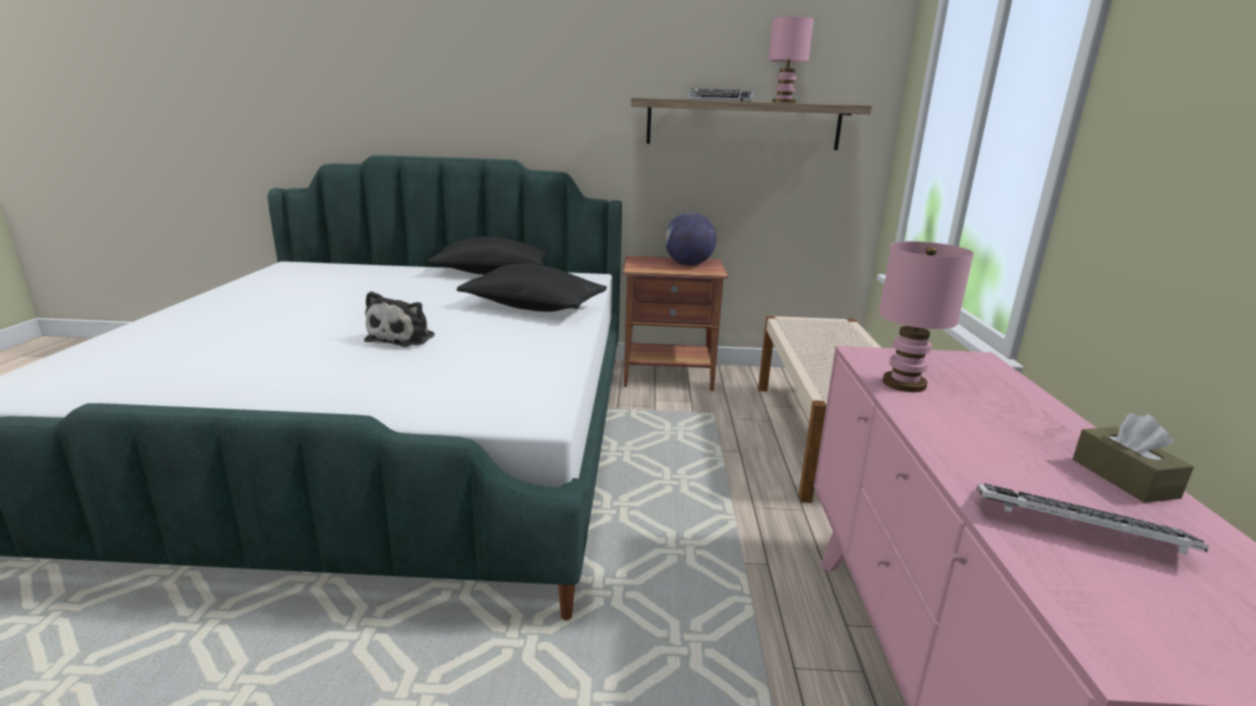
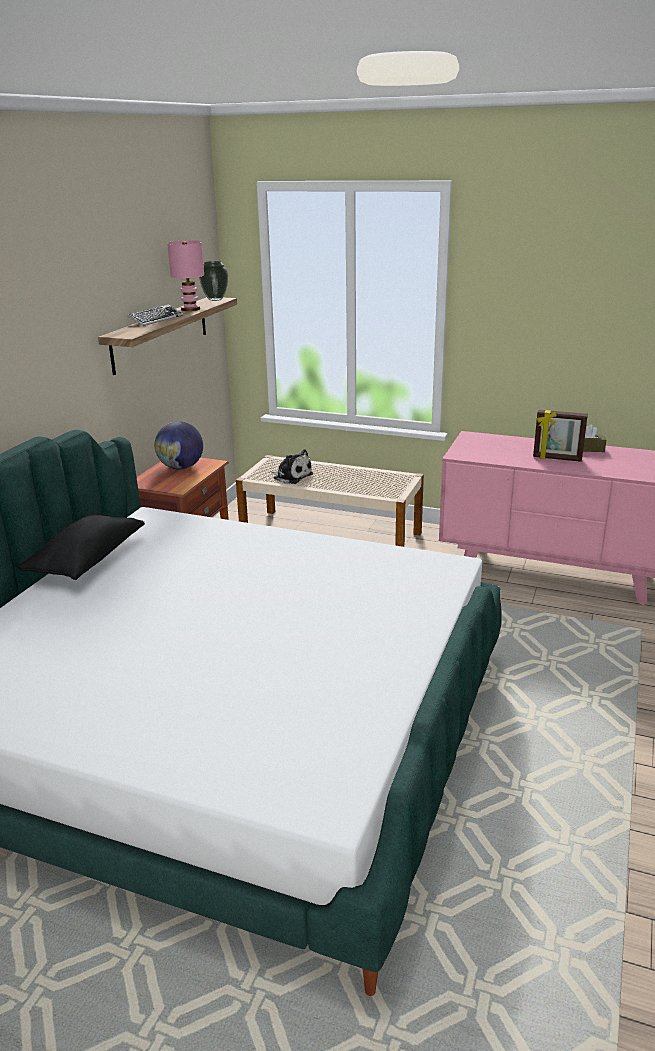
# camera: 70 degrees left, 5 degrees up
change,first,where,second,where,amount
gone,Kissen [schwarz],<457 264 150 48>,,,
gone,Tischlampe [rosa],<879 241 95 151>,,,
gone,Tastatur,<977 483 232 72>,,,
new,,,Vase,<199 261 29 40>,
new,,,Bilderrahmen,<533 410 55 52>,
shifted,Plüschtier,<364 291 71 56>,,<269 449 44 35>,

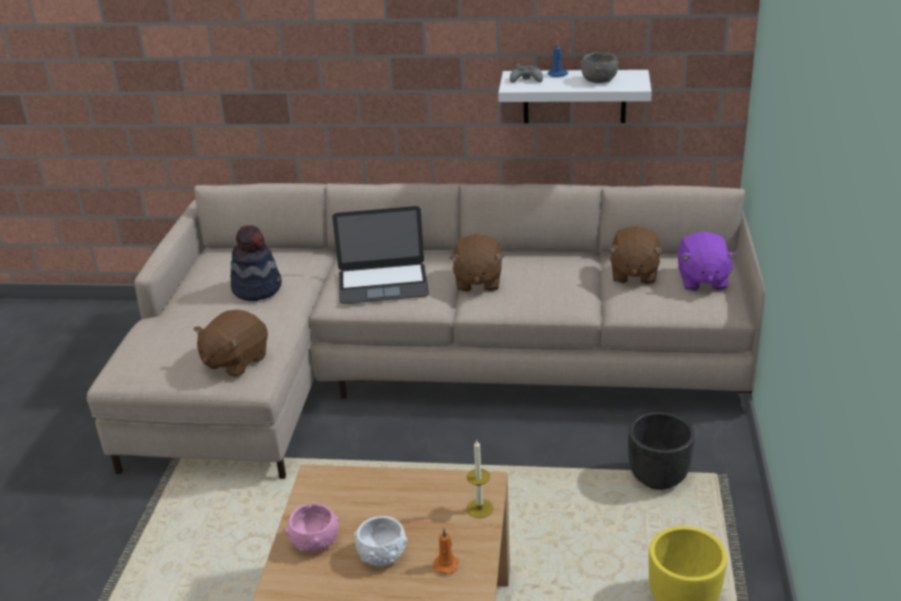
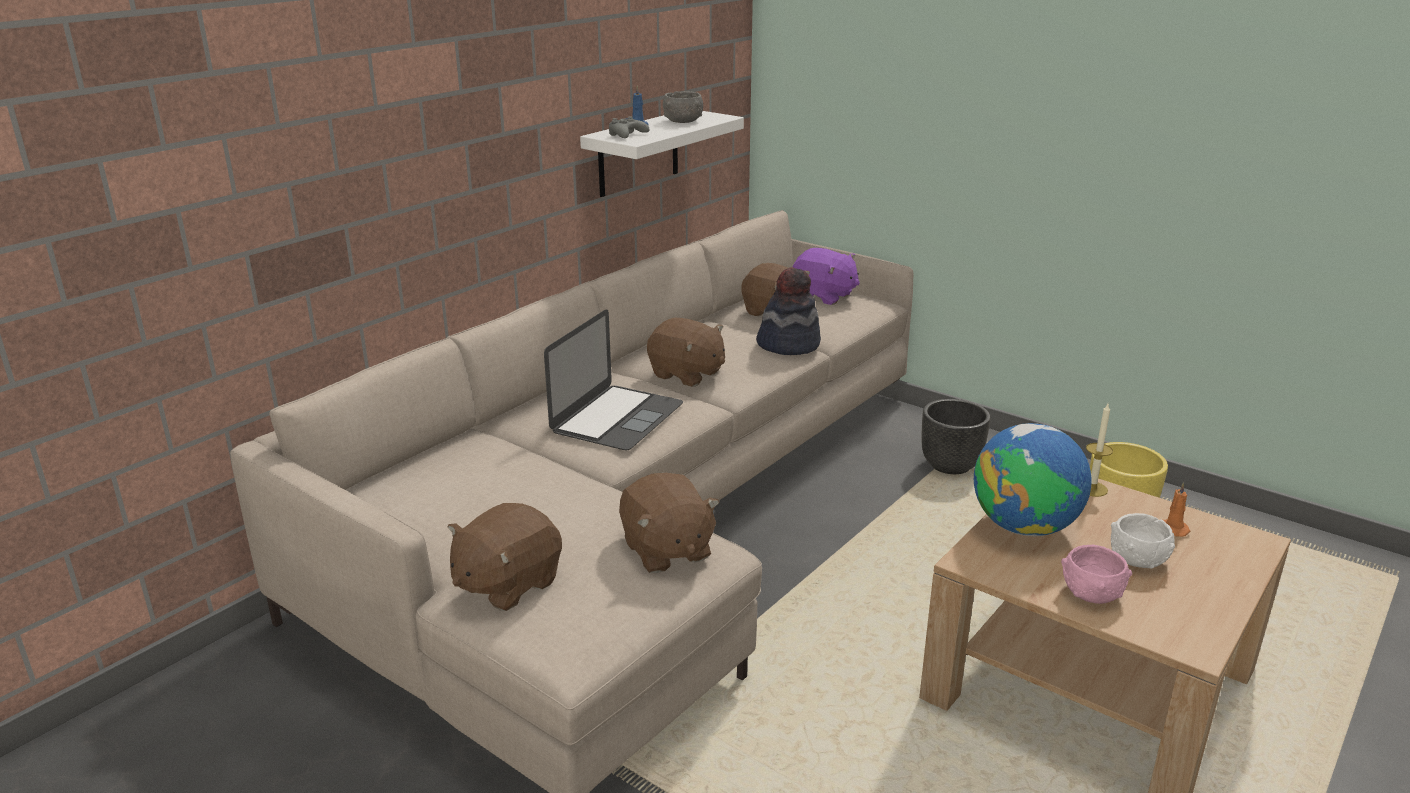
# camera: 60 degrees left, 5 degrees down
change,first,where,second,where,amount
new,,,Plüschtier [braun],<447 503 115 108>,
new,,,Globus,<974 423 118 113>,
shifted,Hut,<230 225 52 76>,,<756 267 65 88>,

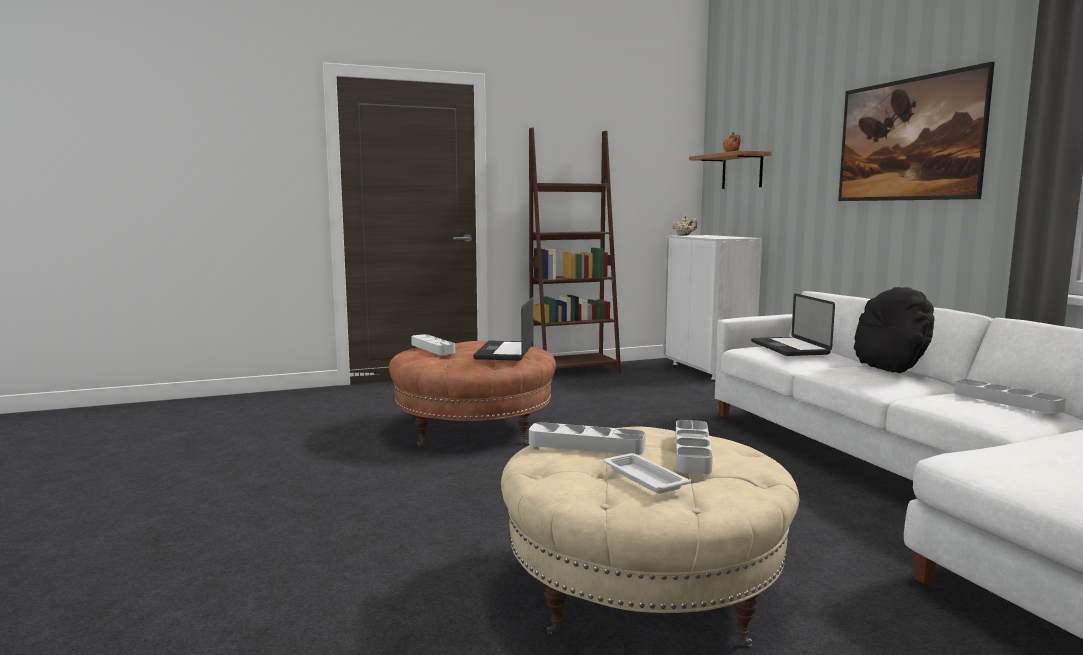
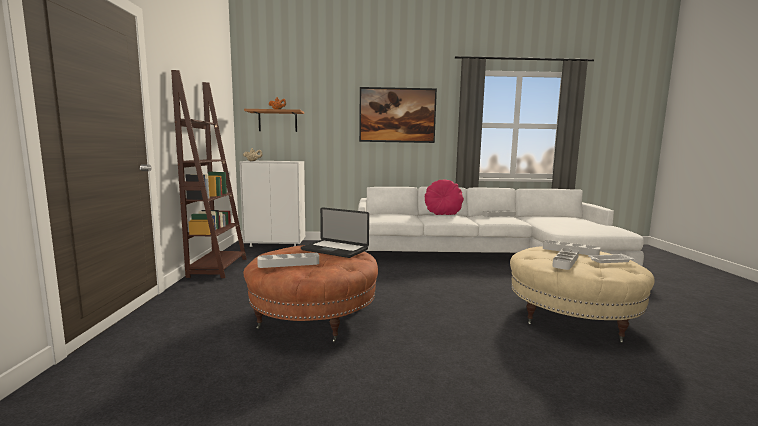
# camera: 70 degrees left, 0 degrees up
change,first,where,second,where,amount
gone,Laptop,<751 293 84 63>,,,
repainted,Kissen [schwarz],<854 287 81 86>,Kissen [rosa],<425 179 39 36>,

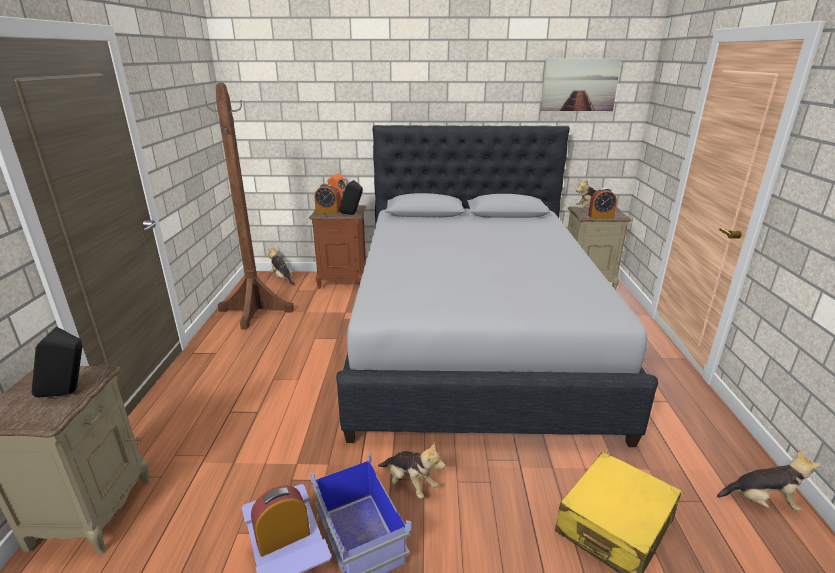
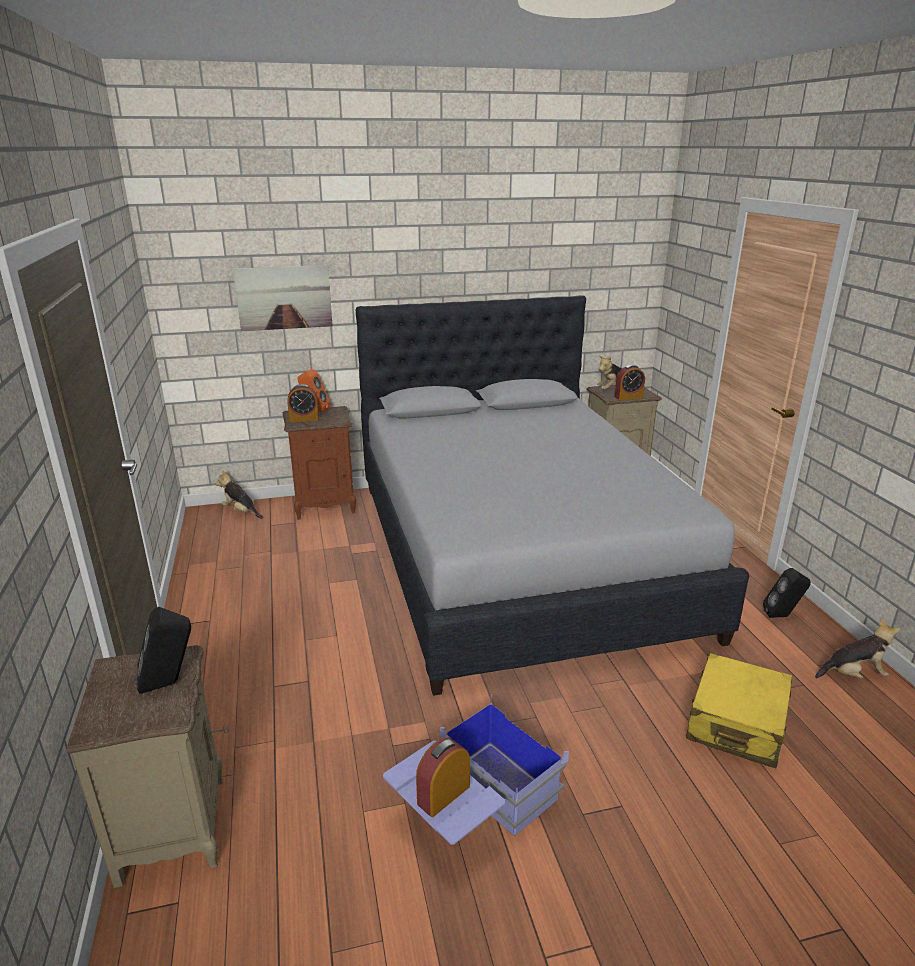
# camera: 15 degrees left, 0 degrees up
change,first,where,second,where,amount
gone,Kleiderständer [braun],<205 83 89 246>,,,
gone,Plüschtier,<378 442 67 56>,,,
shifted,Lautsprecher [schwarz],<339 180 24 35>,,<763 568 48 50>,
shifted,Bild,<540 59 81 52>,,<233 265 100 66>,

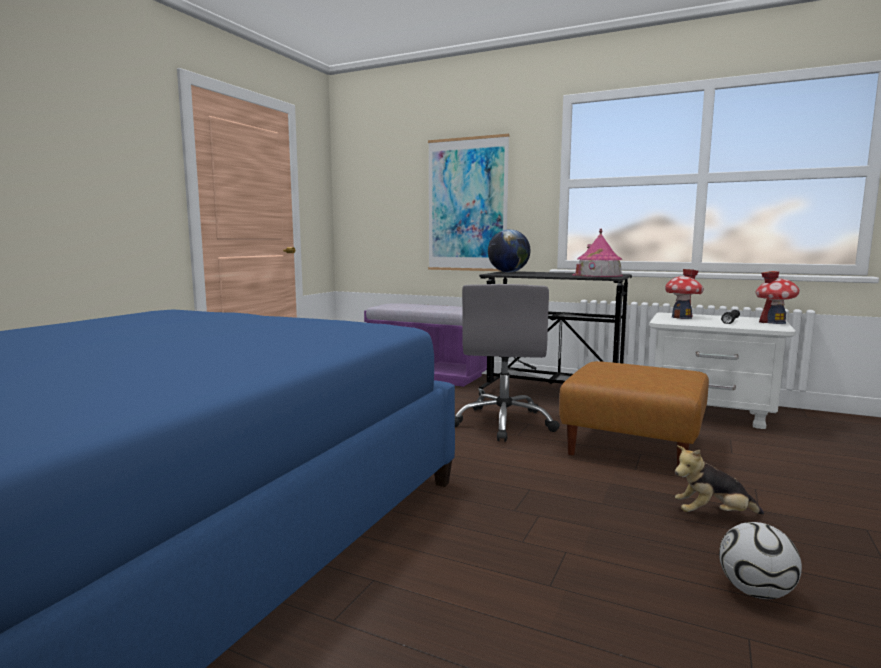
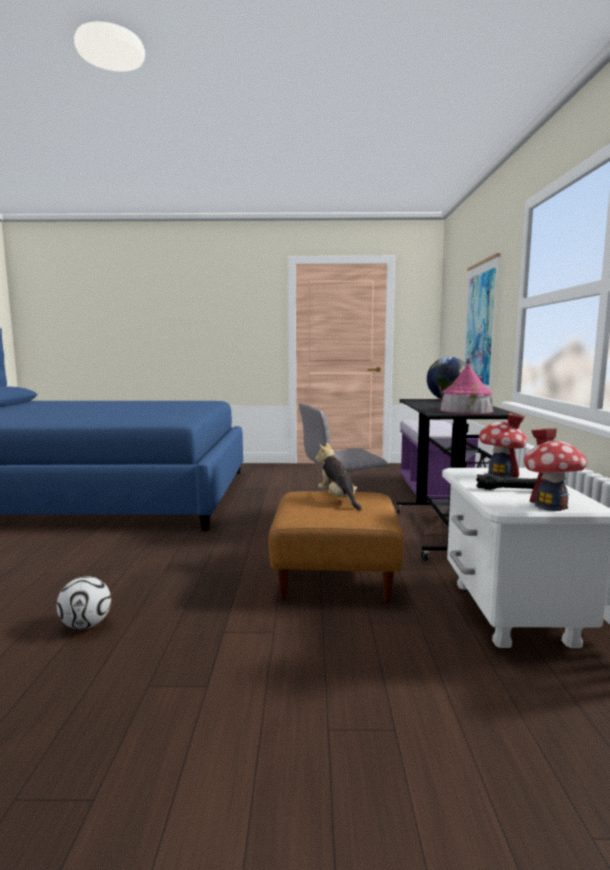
# camera: 65 degrees right, 0 degrees up
change,first,where,second,where,amount
shifted,Plüschtier,<675 445 89 69>,,<315 442 47 68>,

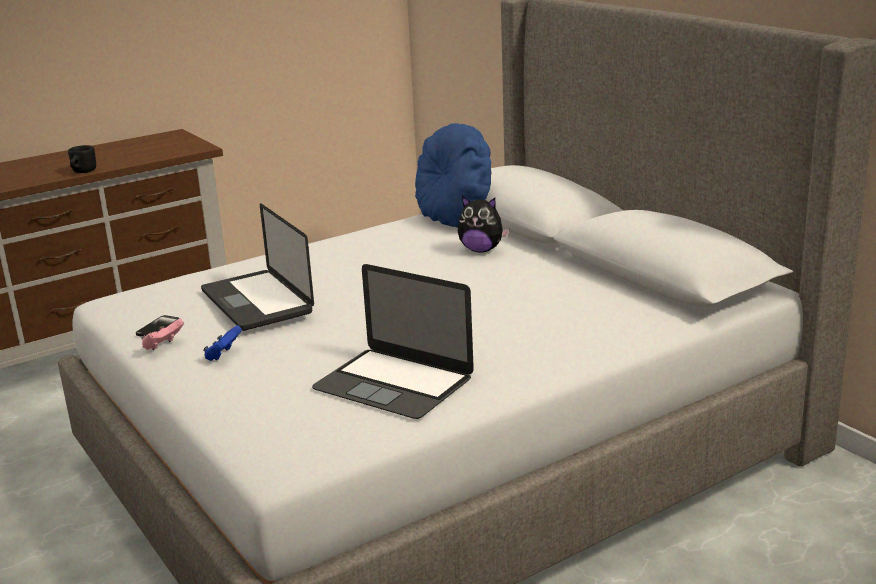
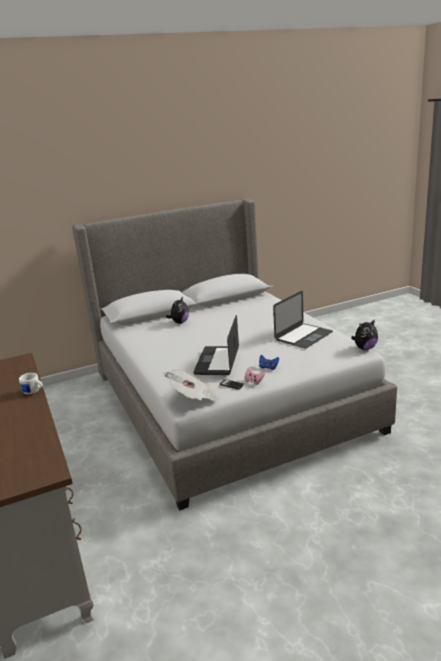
# camera: 80 degrees left, 0 degrees up
change,first,where,second,where,amount
gone,Kissen [blau],<415 123 76 105>,,,
new,,,Zeitung,<163 370 55 30>,
new,,,Plüschtier,<351 319 27 31>,
repainted,Henkelbecher [schwarz],<68 145 28 28>,Henkelbecher [weiß],<19 373 24 21>,
rotated,Laptop,<201 203 113 128>,,<193 315 46 60>,120 degrees clockwise

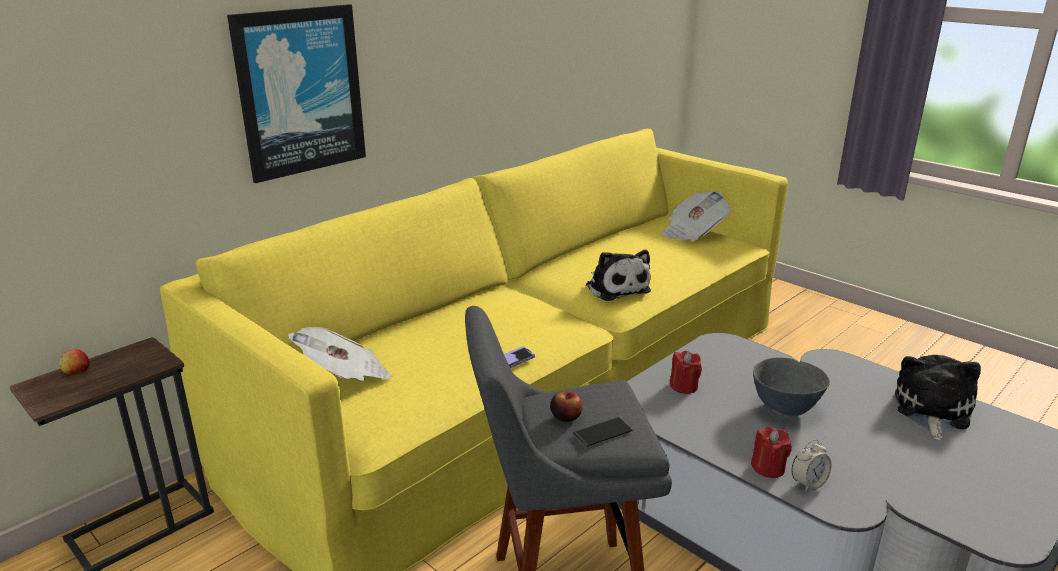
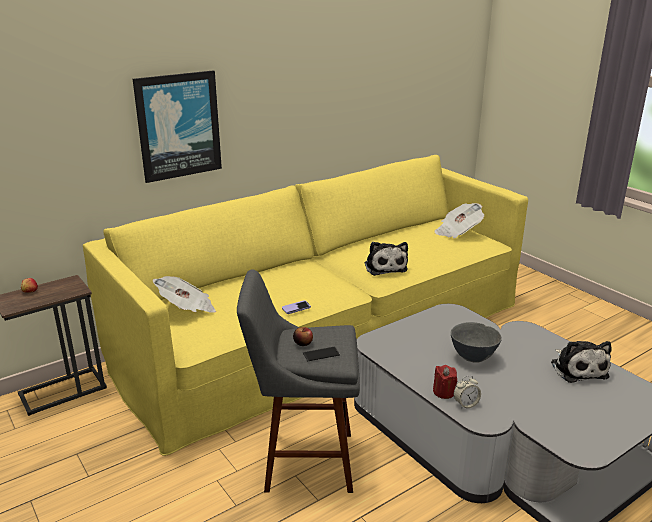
# camera: 10 degrees right, 0 degrees up
change,first,where,second,where,amount
gone,Kerze [rot],<670 351 32 43>,,,
rotated,Plüschtier,<895 355 86 86>,,<551 341 60 42>,135 degrees clockwise

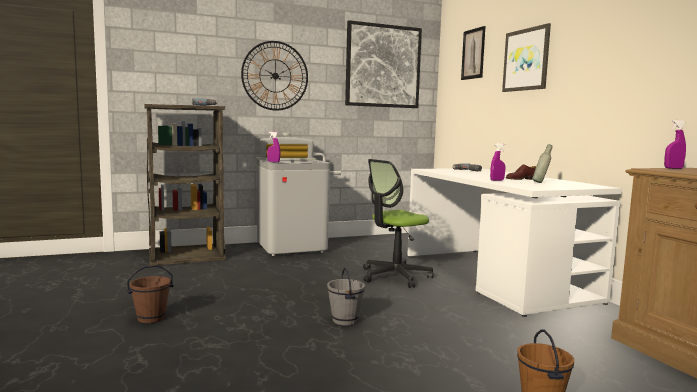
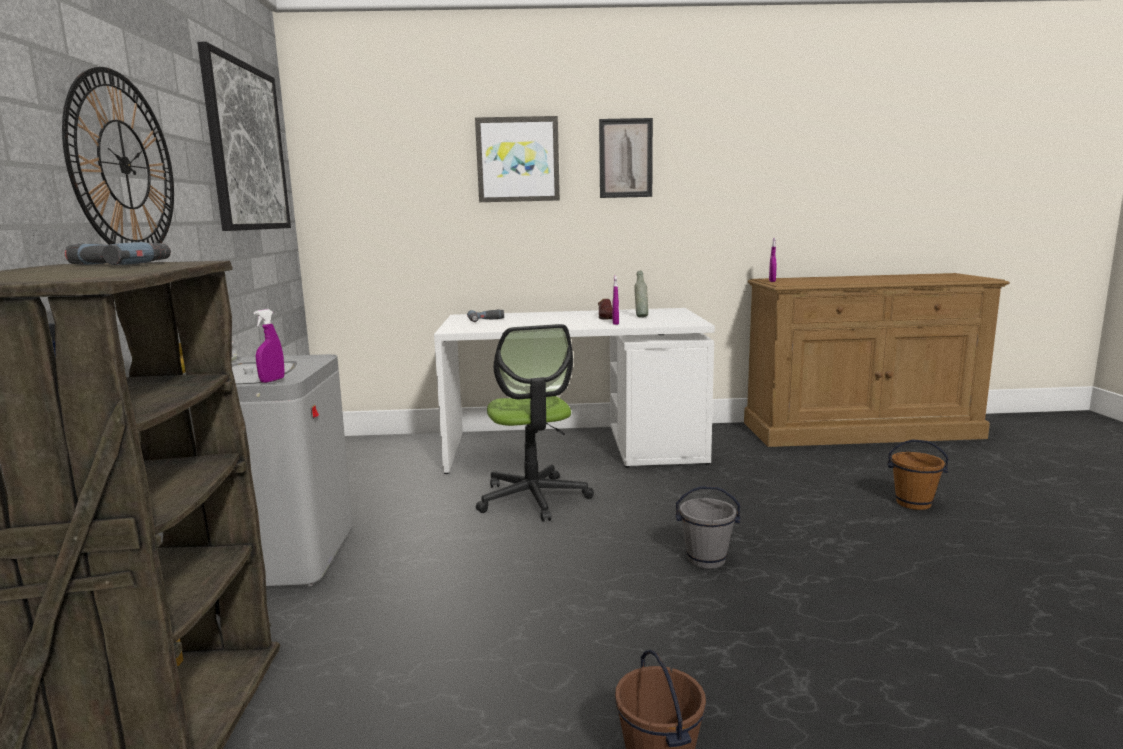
# camera: 70 degrees left, 5 degrees up
change,first,where,second,where,amount
shifted,Bild,<461 26 24 54>,,<599 118 54 80>,

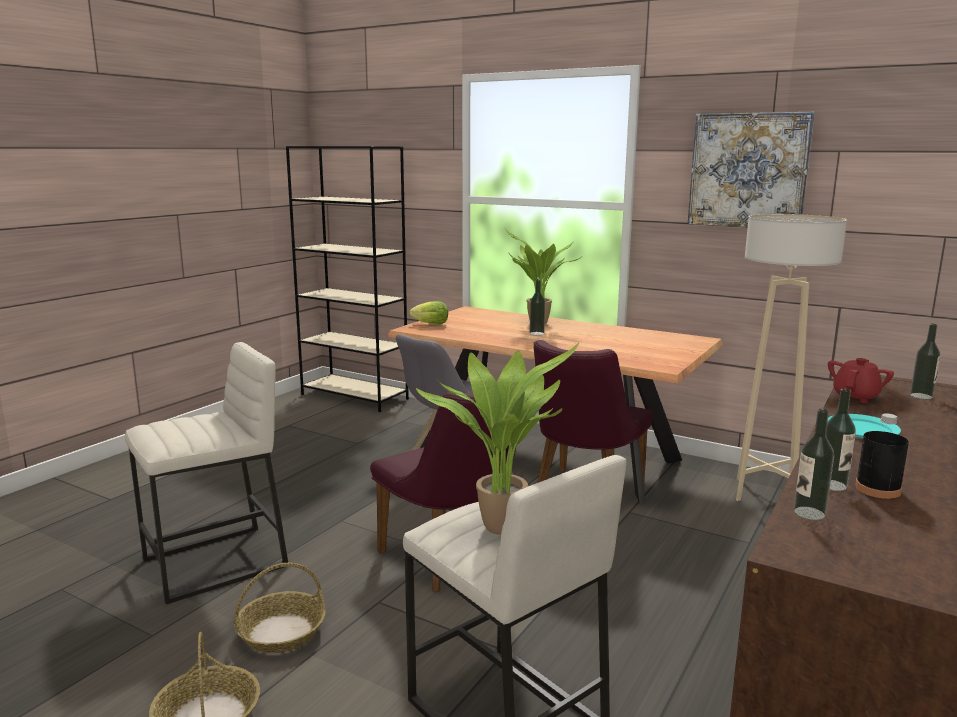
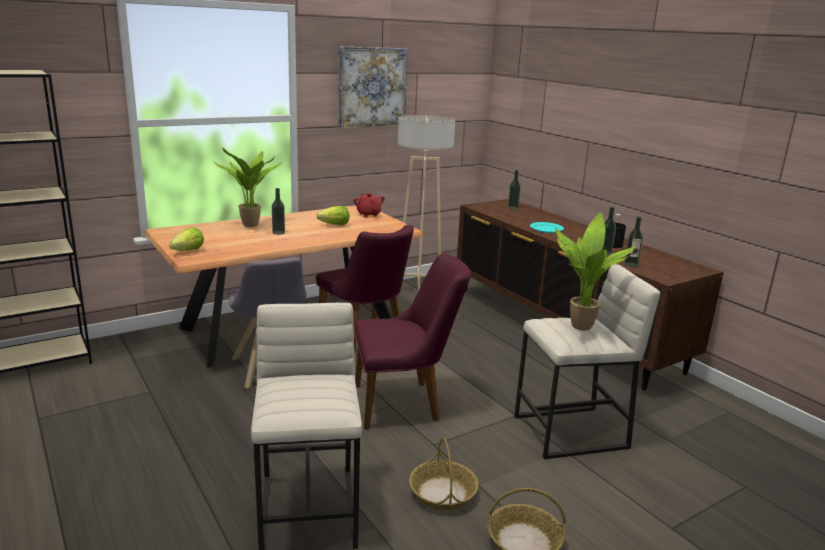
# camera: 65 degrees left, 5 degrees up
change,first,where,second,where,amount
new,,,Salatkopf,<317 206 32 19>,
shifted,Teekanne [rot],<828 358 66 45>,,<353 193 32 24>,

